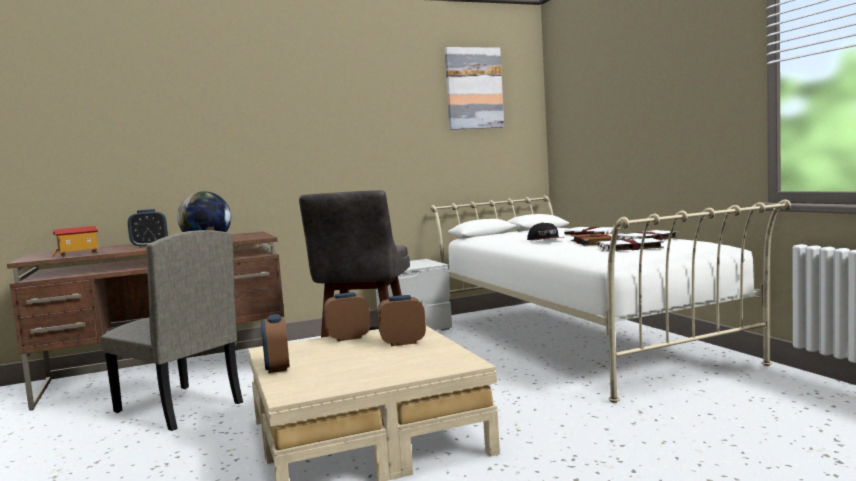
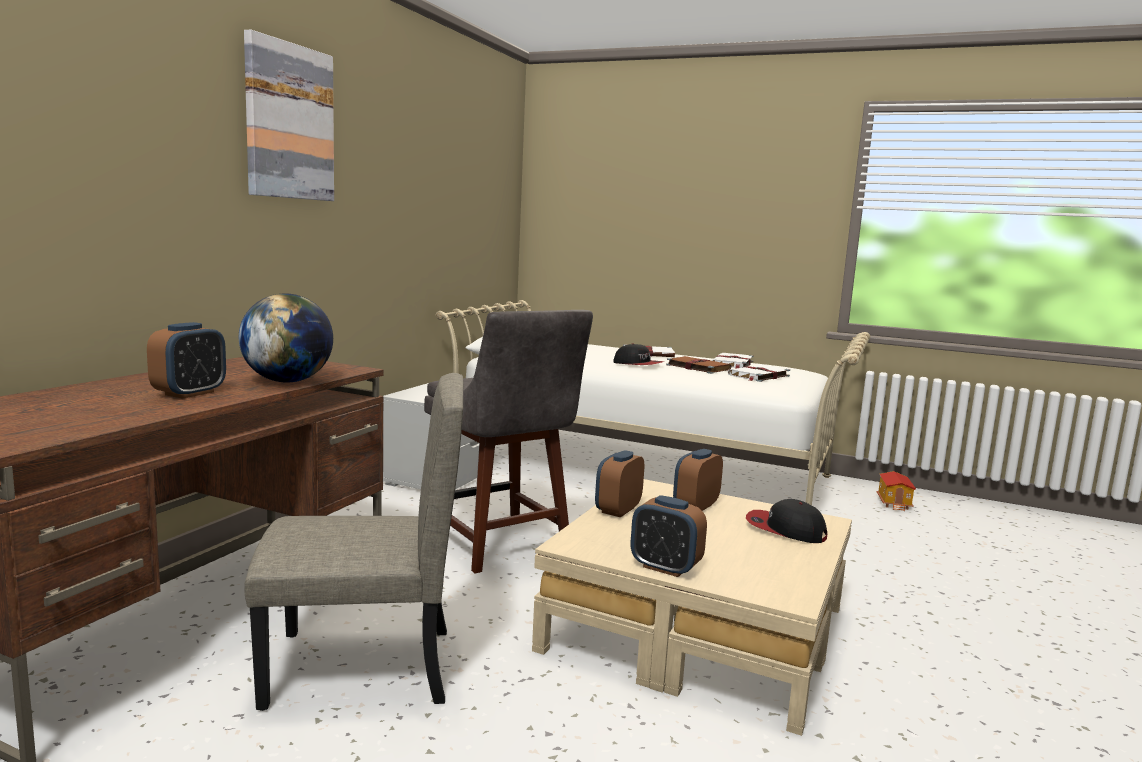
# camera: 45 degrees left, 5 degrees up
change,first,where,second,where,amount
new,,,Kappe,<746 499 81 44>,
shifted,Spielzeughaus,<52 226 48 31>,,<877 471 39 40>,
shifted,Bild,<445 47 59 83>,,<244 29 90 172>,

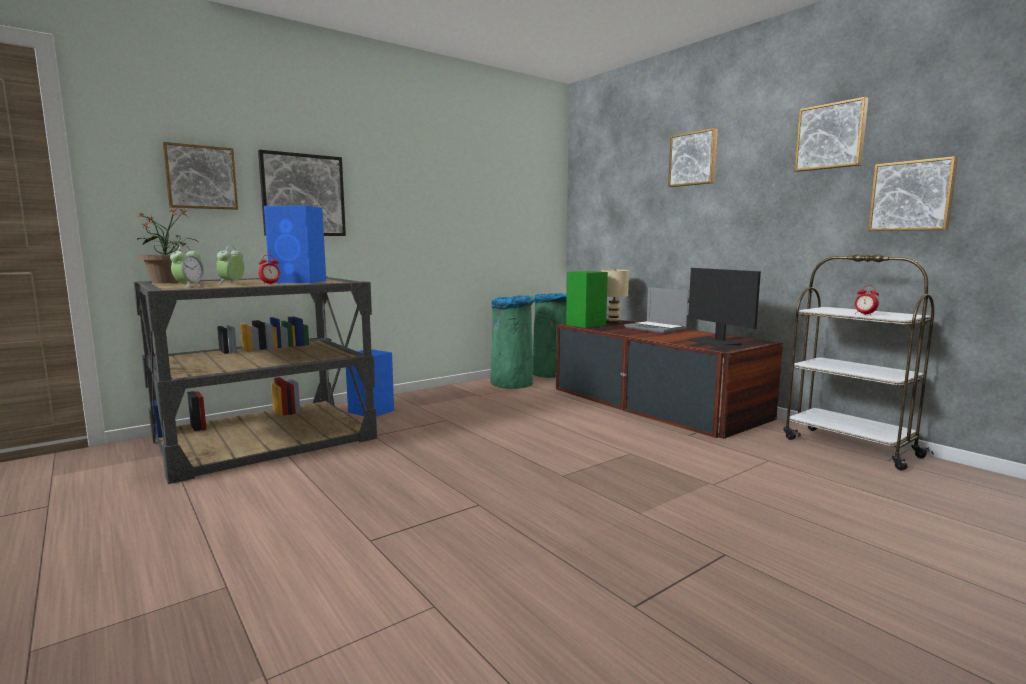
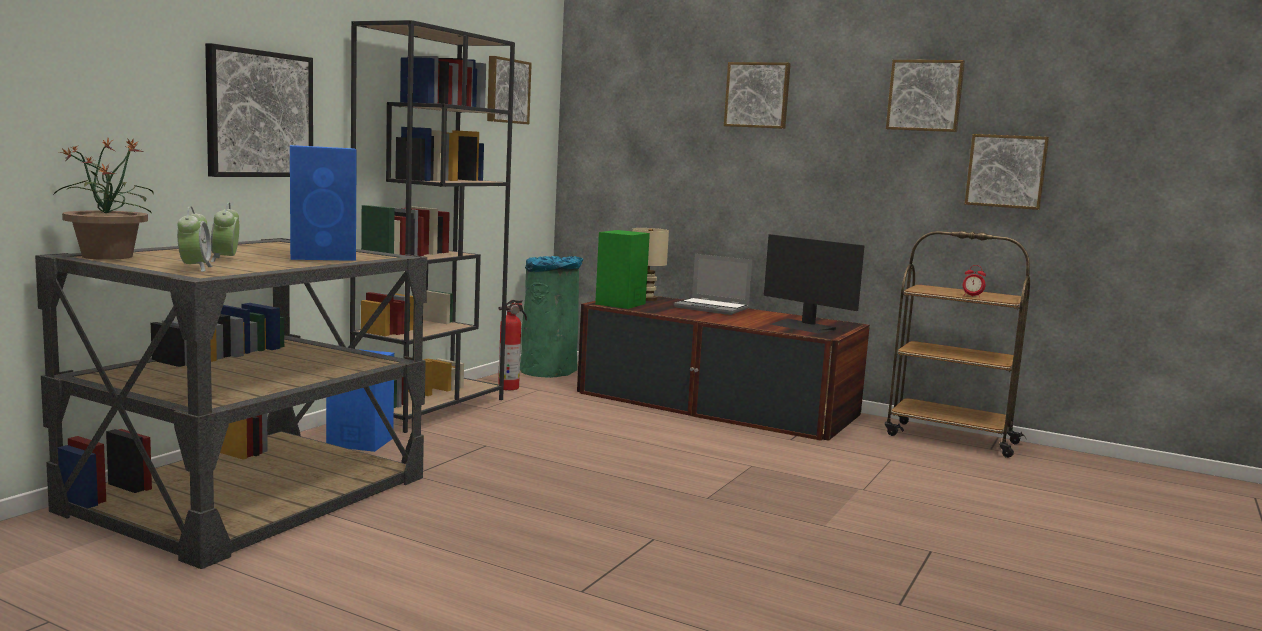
# camera: 25 degrees left, 0 degrees up
change,first,where,second,where,amount
gone,Wecker,<258 255 22 29>,,,
new,,,Bücherregal,<350 20 165 413>,
shifted,Bild,<163 142 75 68>,,<487 56 45 68>,
swapped,Mülleimer [grün],<490 295 45 94>,Feuerlöscher,<498 300 29 90>,
repainted,Rollwagen [weiß],<783 254 151 217>,Rollwagen [braun],<884 231 146 227>,

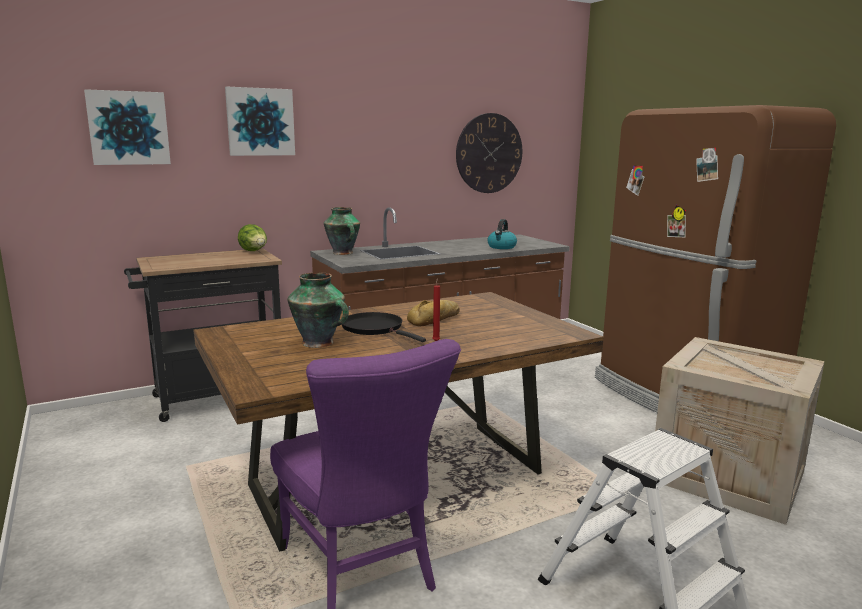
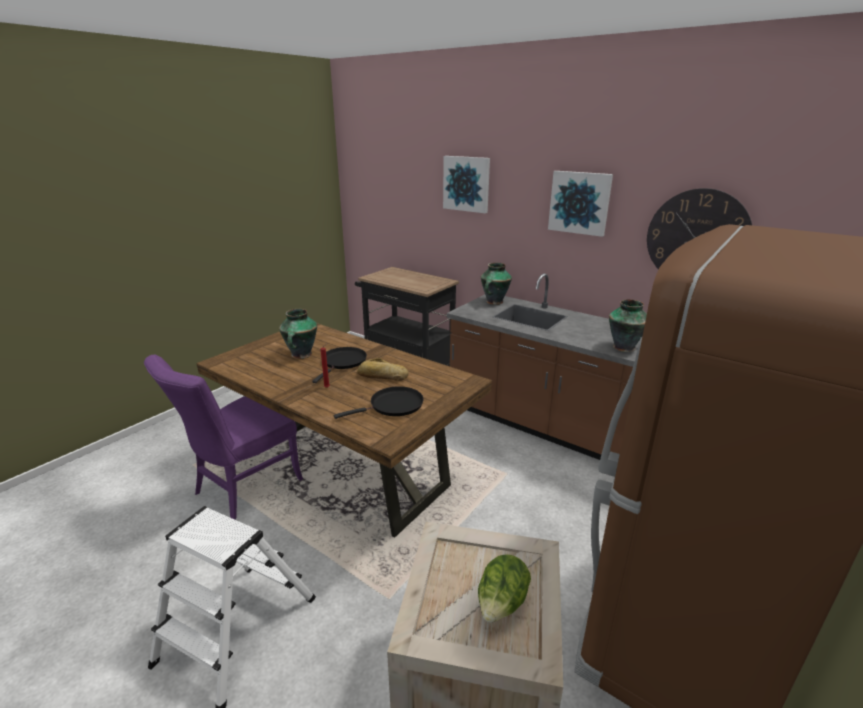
# camera: 65 degrees right, 10 degrees up
change,first,where,second,where,amount
new,,,Pfanne [schwarz],<334 386 90 33>,
shifted,Bild,<84 89 87 76>,,<548 171 65 66>,
shifted,Salatkopf,<238 224 29 27>,,<478 555 53 68>,
swapped,Wasserkessel,<487 219 30 30>,Vase,<609 299 38 53>,

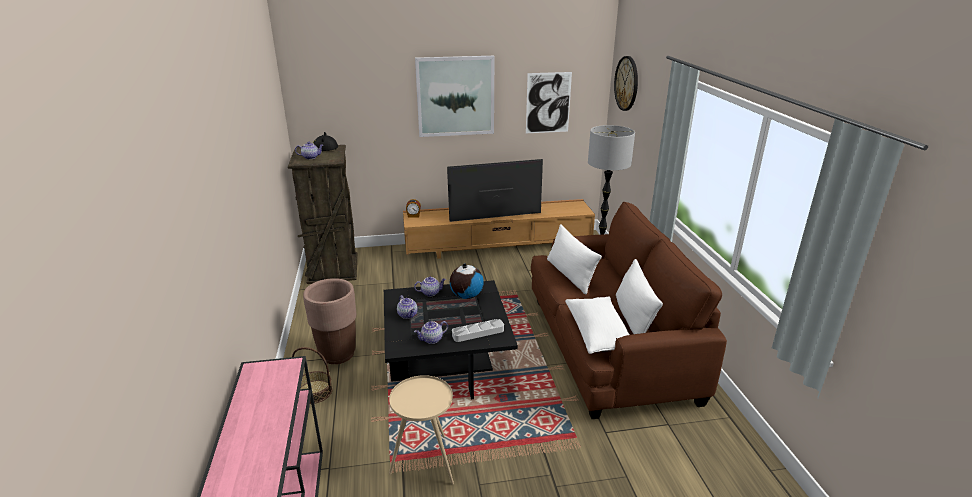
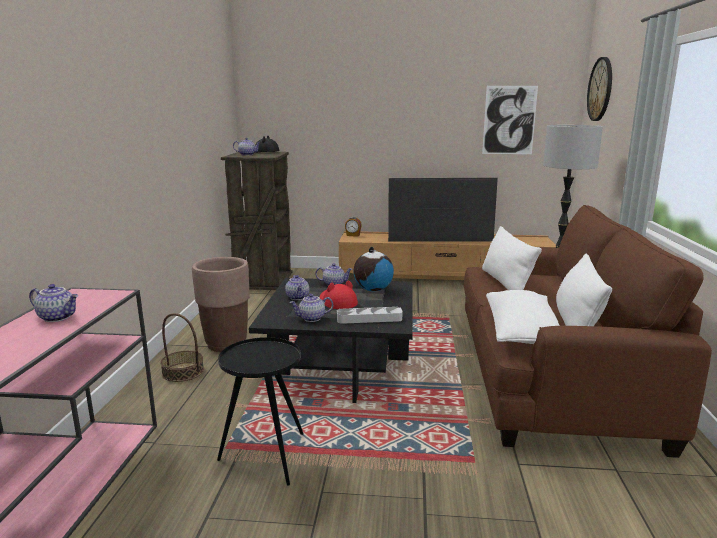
# camera: 15 degrees right, 10 degrees down
change,first,where,second,where,amount
gone,Bild,<415 56 79 81>,,,
new,,,Teekanne,<29 284 49 38>,
new,,,Hut [rot],<319 281 39 28>,
repainted,Beistelltisch [beige],<389 375 65 110>,Beistelltisch [schwarz],<217 337 87 149>,

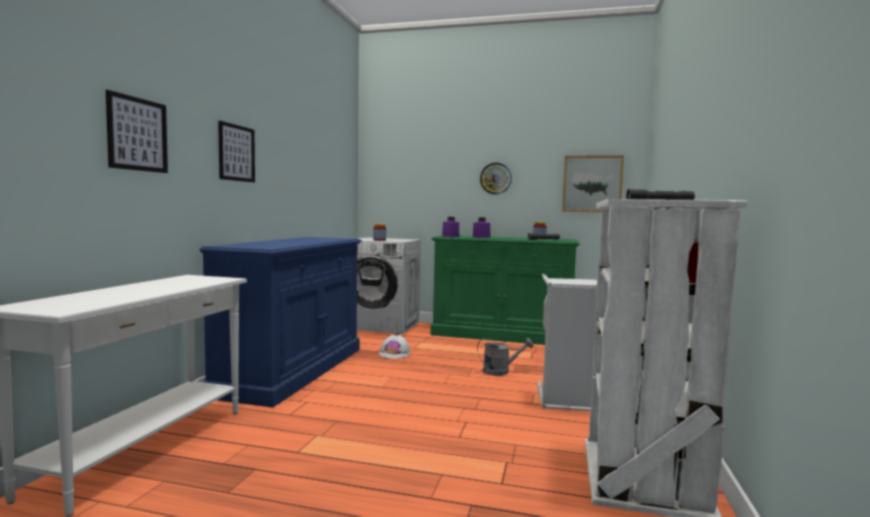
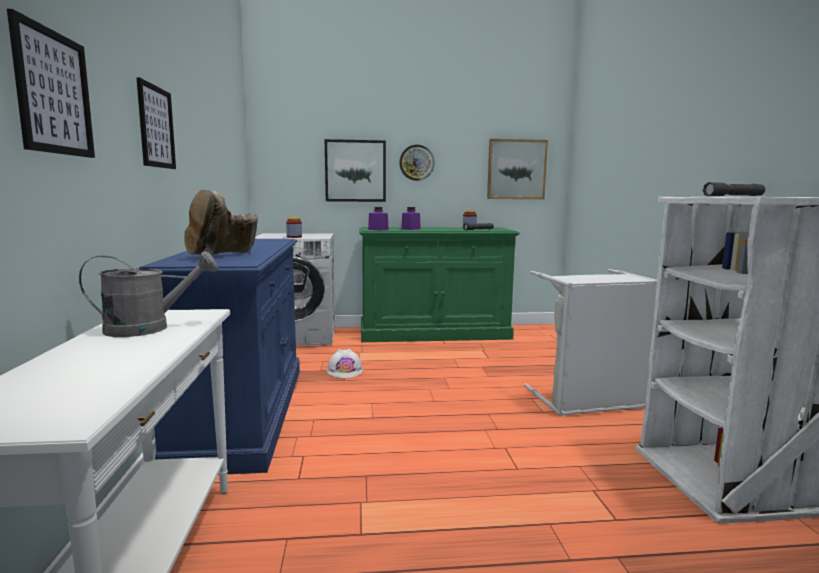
# camera: 20 degrees left, 5 degrees up
change,first,where,second,where,amount
new,,,Stiefel [braun],<184 190 74 65>,
new,,,Bild,<325 139 61 63>,
shifted,Gießkanne [grau],<477 338 56 38>,,<79 251 139 86>,

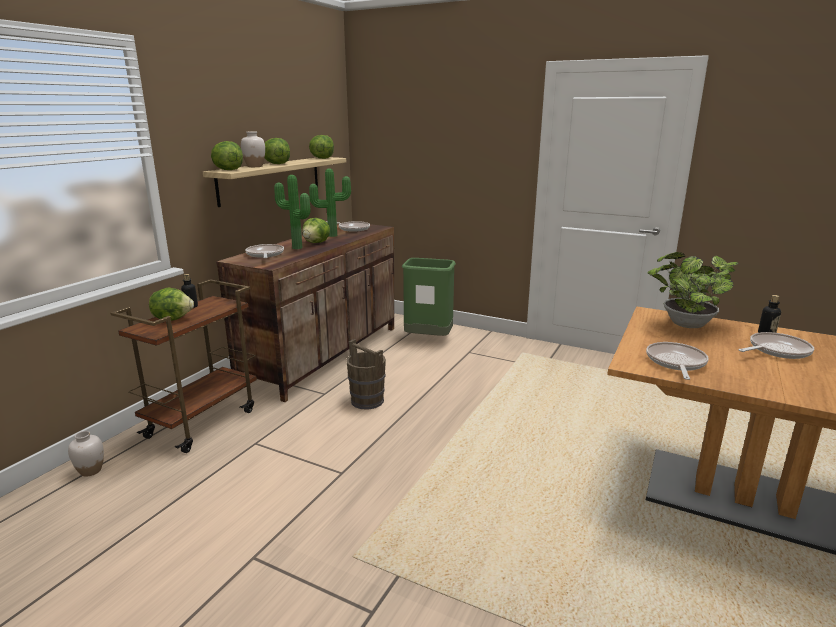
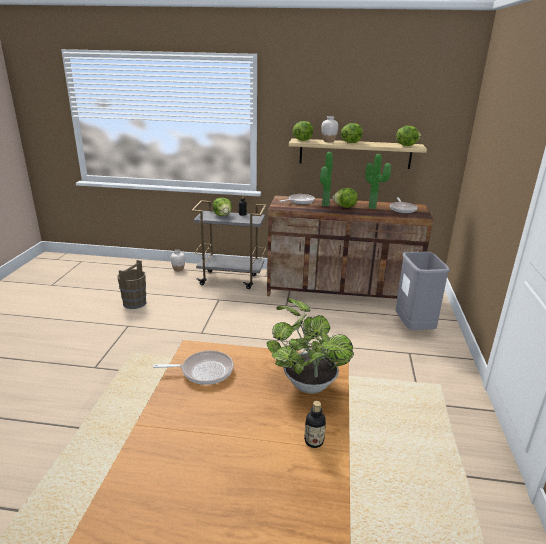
# camera: 70 degrees right, 5 degrees up
change,first,where,second,where,amount
gone,Pfanne,<738 332 76 27>,,,
shifted,Eimer [braun],<346 339 40 71>,,<117 260 29 49>,
repainted,Rollwagen [braun],<110 279 147 174>,Rollwagen [grau],<191 201 75 88>,
repainted,Mülleimer [grün],<402 258 54 78>,Mülleimer [grau],<395 252 55 78>,

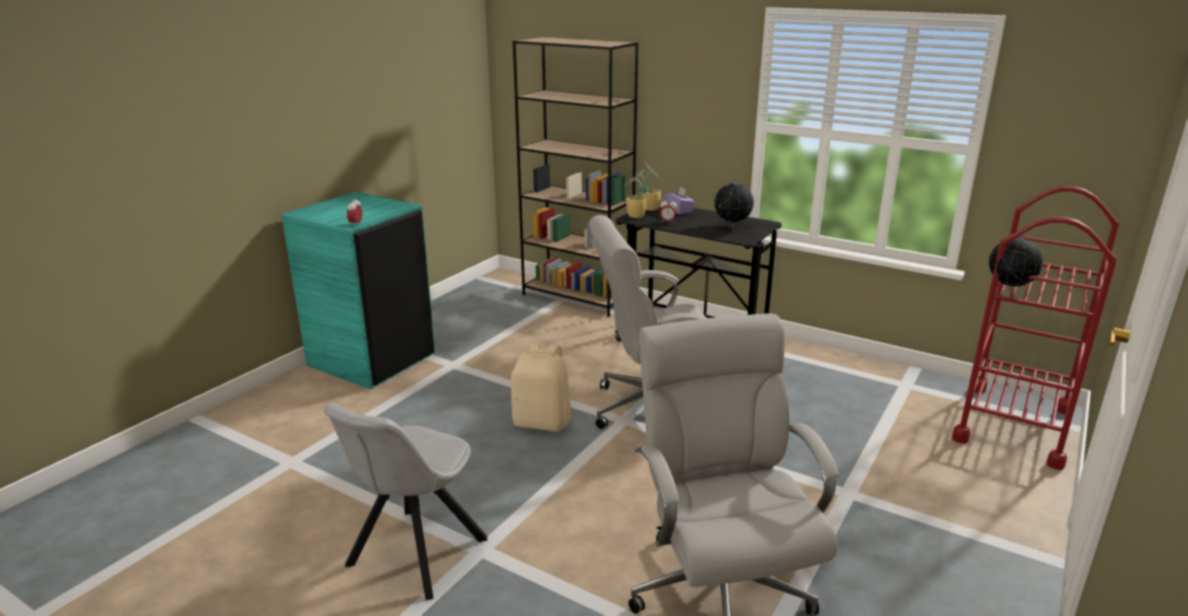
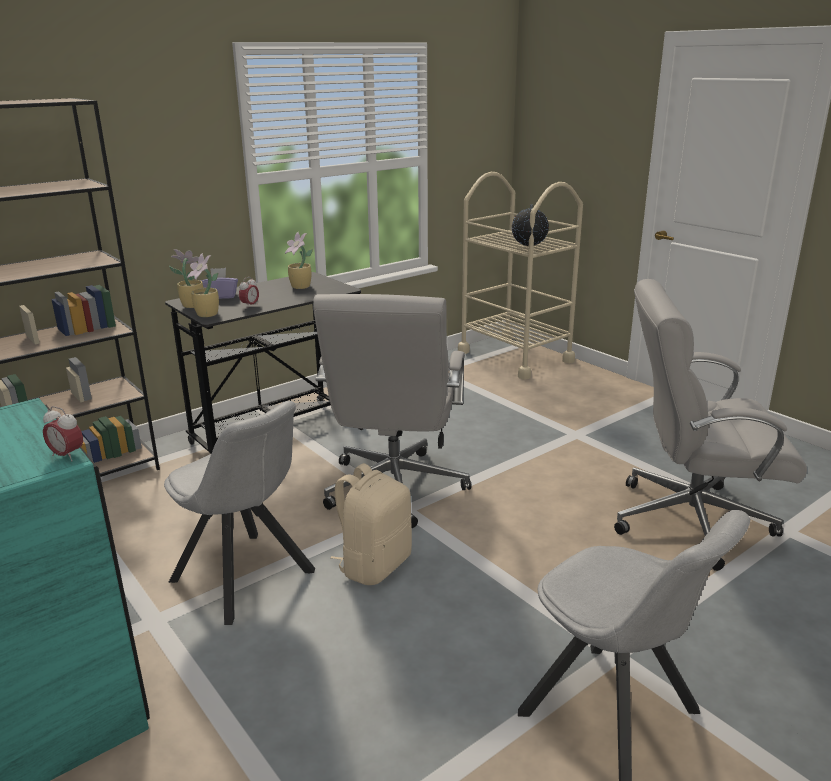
# camera: 70 degrees left, 0 degrees up
change,first,where,second,where,amount
new,,,Stuhl [grau],<164 401 151 224>,
swapped,Globus,<714 179 40 48>,Topfpflanze,<285 232 28 57>,
repainted,Rollwagen [rot],<952 186 167 284>,Rollwagen [beige],<458 172 125 208>,

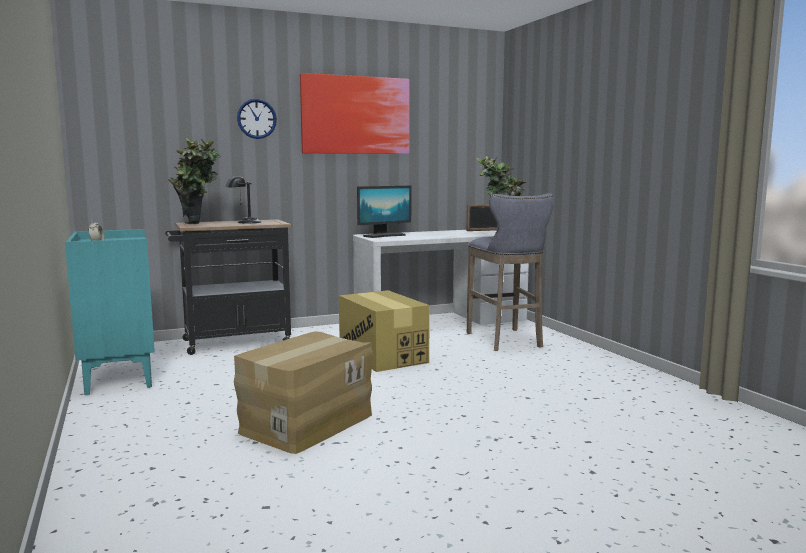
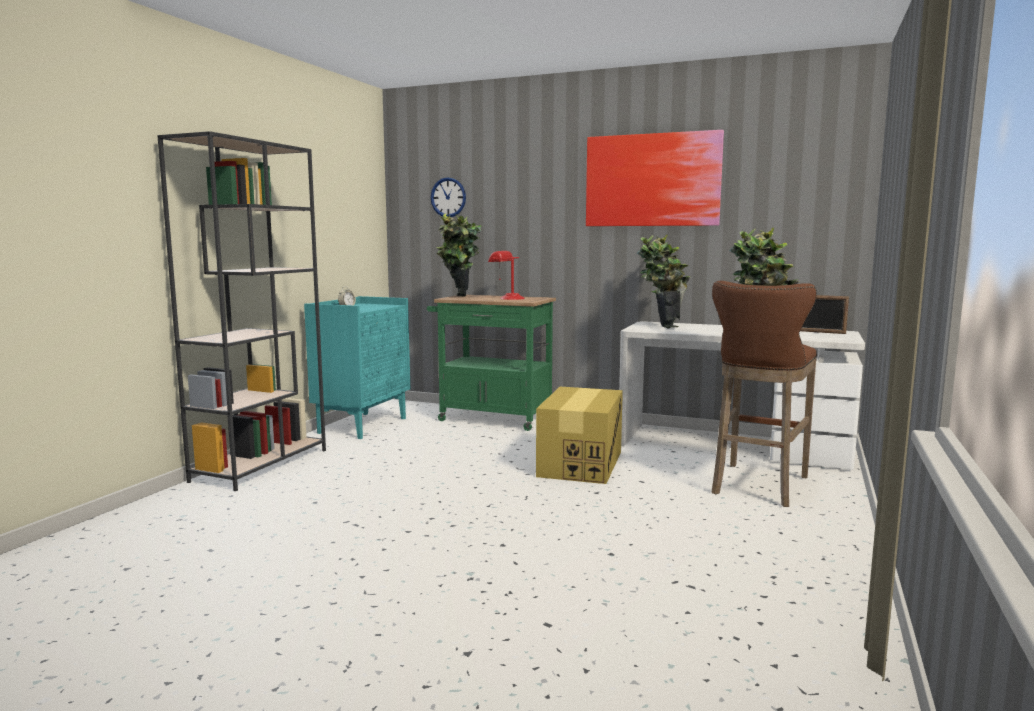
# camera: 45 degrees right, 0 degrees up
change,first,where,second,where,amount
gone,Karton,<234 331 139 123>,,,
new,,,Bücherregal,<157 131 169 360>,
shifted,Wanduhr,<237 99 40 40>,,<431 177 35 40>,
swapped,Monitor,<357 186 54 52>,Topfpflanze,<637 234 53 95>,
repainted,Rollwagen [schwarz],<165 219 126 136>,Rollwagen [grün],<427 294 129 137>,
repainted,Tischlampe [schwarz],<226 176 36 47>,Tischlampe [rot],<488 251 37 49>,
repainted,Hocker [grau],<467 193 87 158>,Hocker [braun],<711 281 106 226>,

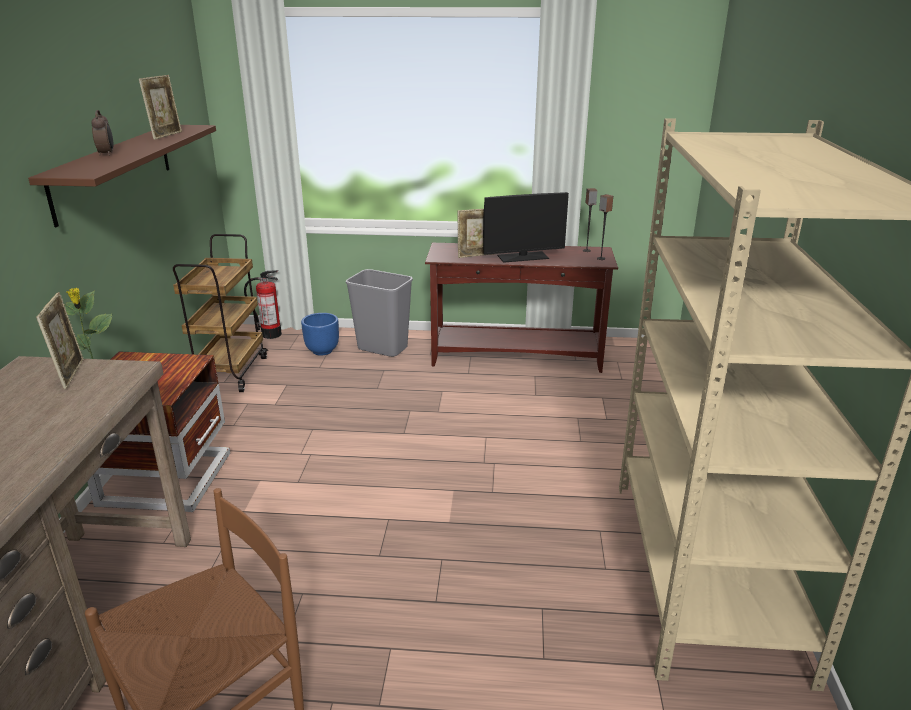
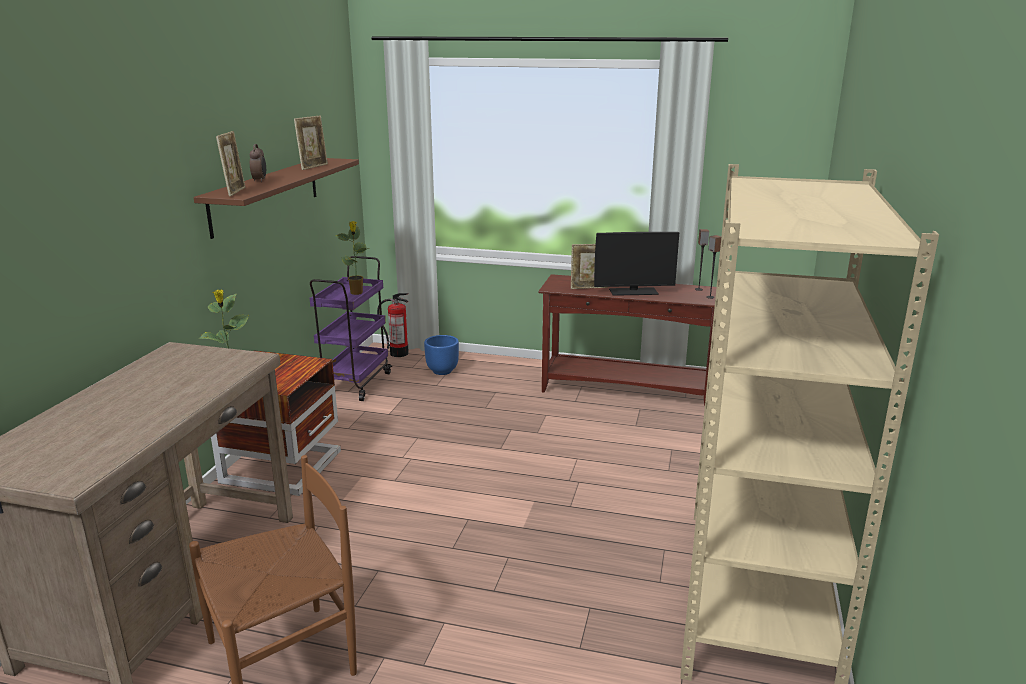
# camera: 10 degrees right, 5 degrees down
change,first,where,second,where,amount
gone,Mülleimer [grau],<346 269 67 88>,,,
new,,,Topfpflanze,<336 221 33 74>,
shifted,Bilderrahmen,<36 292 48 97>,,<216 131 29 65>,
repainted,Rollwagen [braun],<173 234 95 158>,Rollwagen [lila],<310 256 82 145>,

